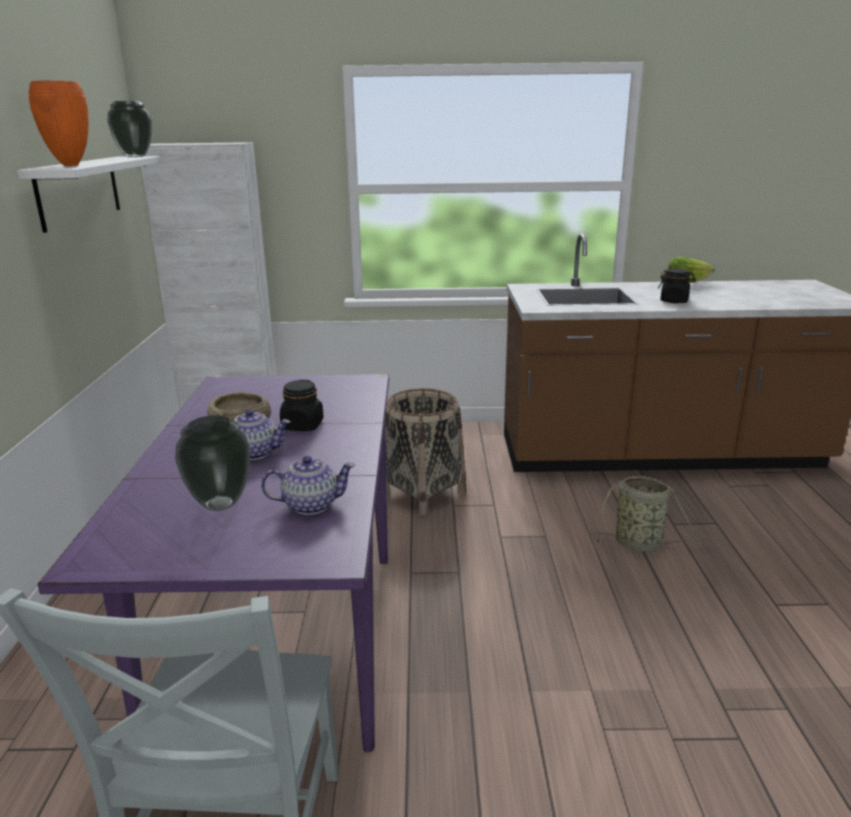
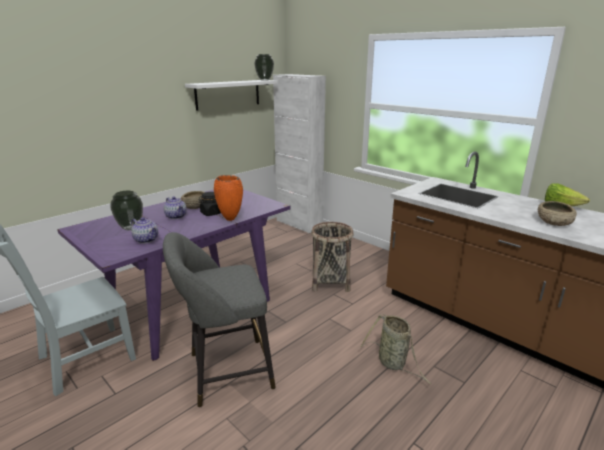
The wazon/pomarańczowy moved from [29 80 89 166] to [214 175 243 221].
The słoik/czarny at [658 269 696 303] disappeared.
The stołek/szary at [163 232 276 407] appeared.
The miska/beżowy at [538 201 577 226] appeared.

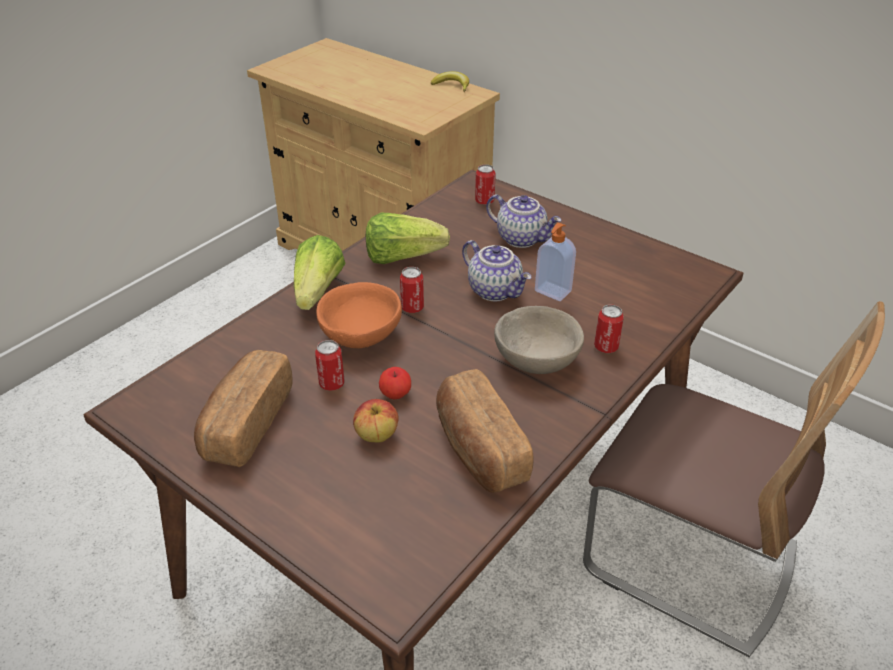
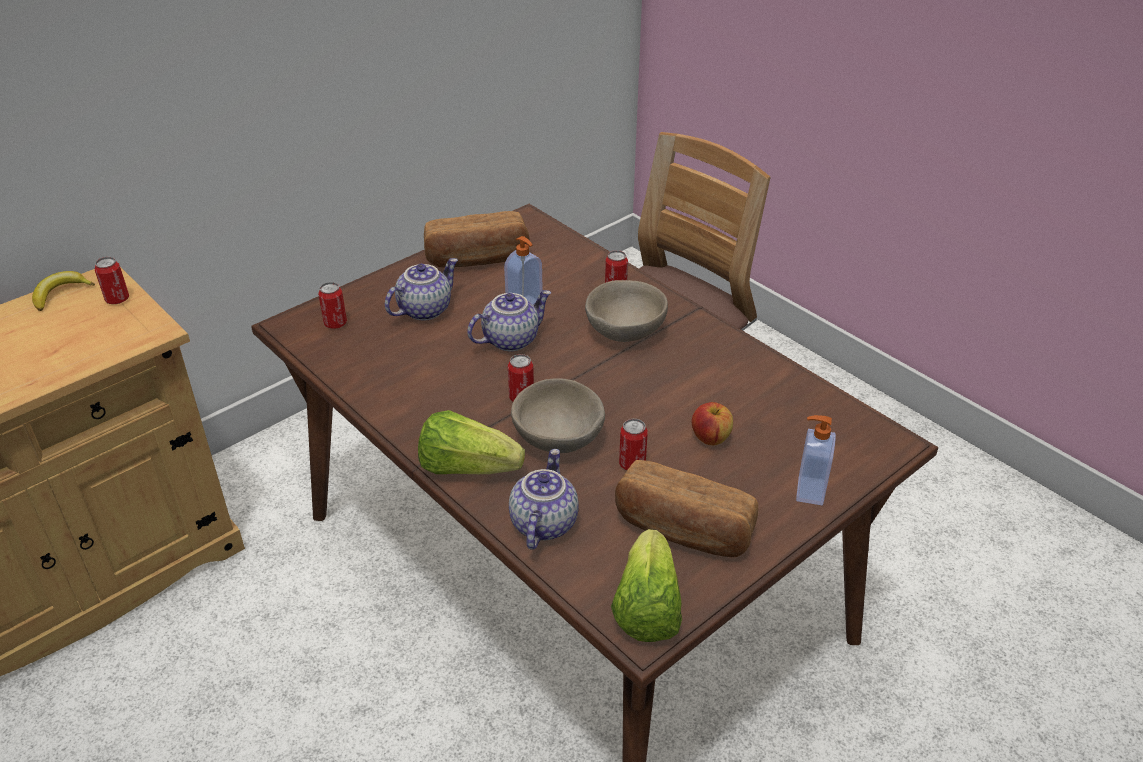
The miska/pomarańczowy at [316 282 402 348] became the miska/beżowy at [511 378 605 453].
The sałata moved from [366 213 450 264] to [611 529 682 642].
The jabłko at [379 367 411 399] disappeared.
The chleb moved from [436 369 534 493] to [424 211 530 267].
The puszka at [95 257 129 304] appeared.
The imbryk at [509 449 579 549] appeared.
The dozownik mydła at [796 415 836 505] appeared.

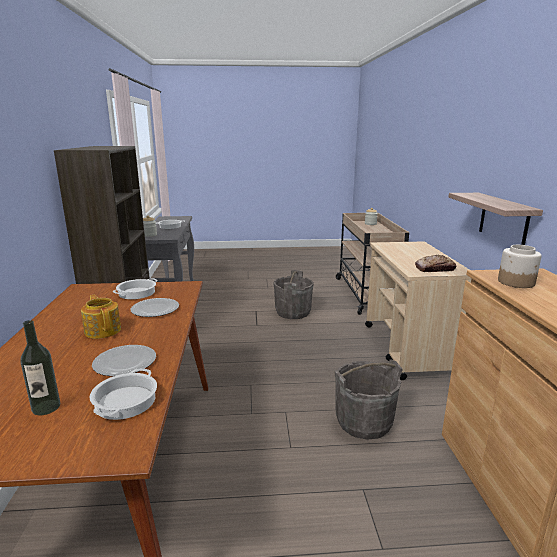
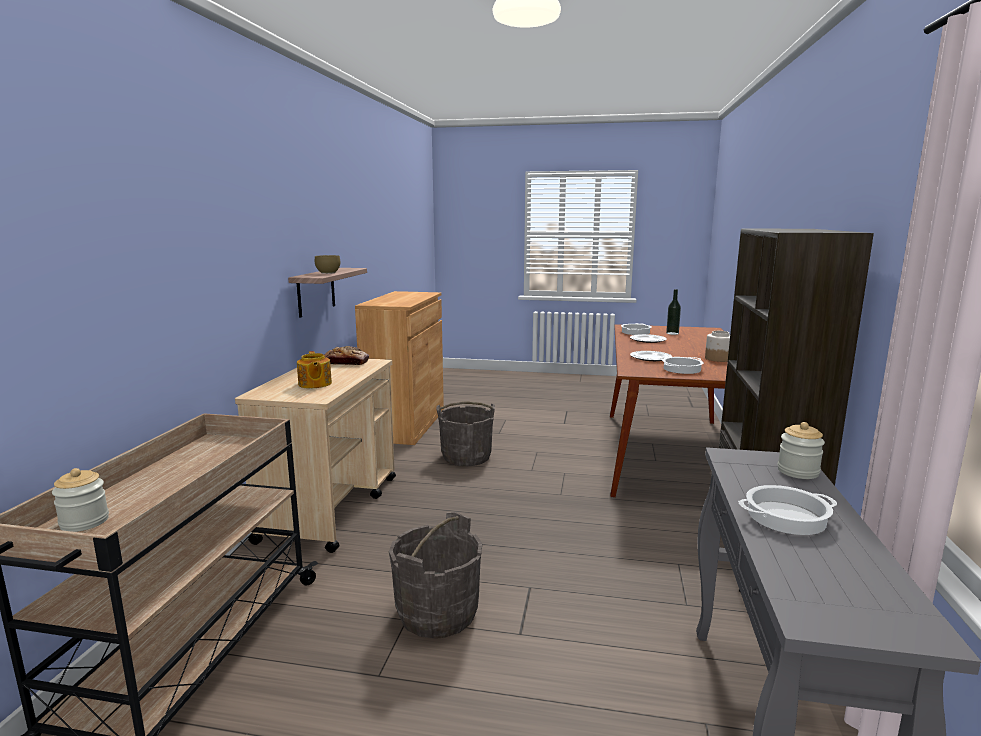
The imbryk moved from [81 295 121 339] to [297 351 332 388].
The słoik moved from [498 245 542 288] to [705 331 730 362].
The miska/brązowy at [315 255 340 274] appeared.

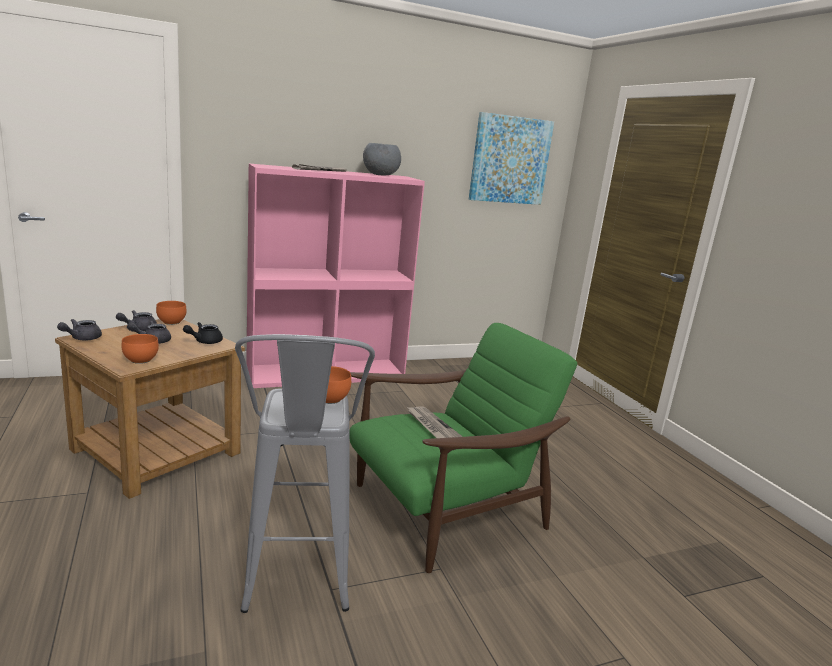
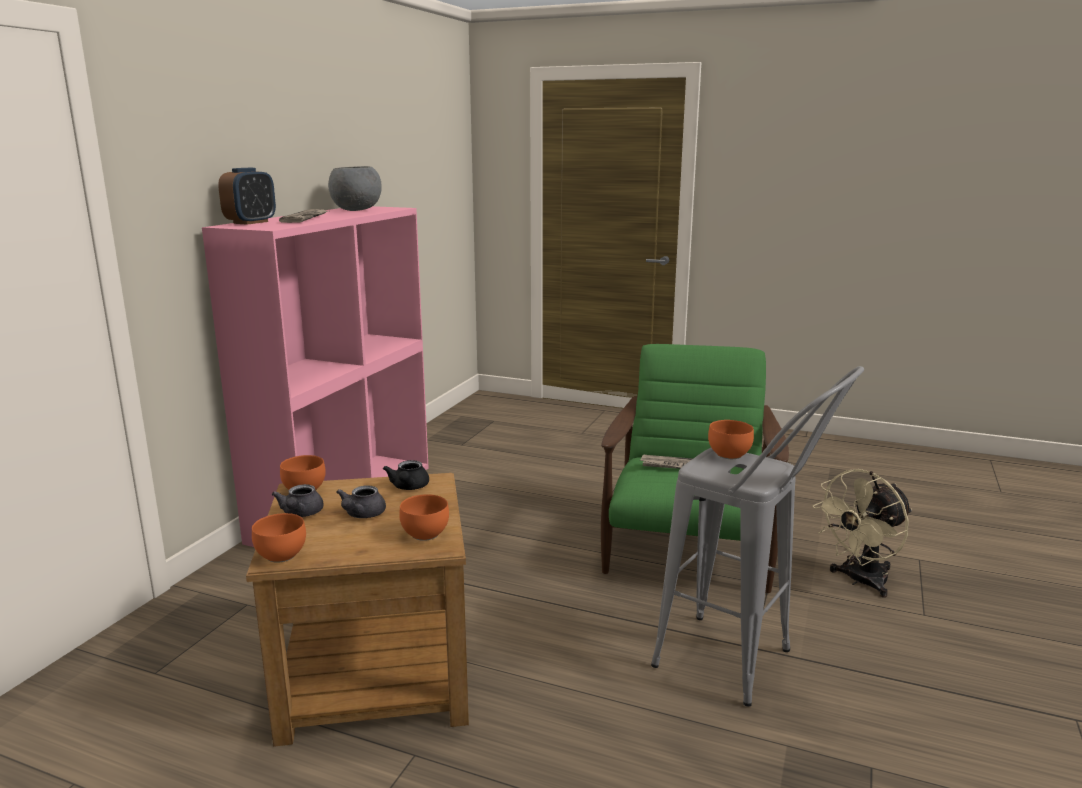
The imbryk/szary at [57 319 102 340] was replaced by the miska/pomarańczowy at [252 513 306 563].
The obraz at [469 112 554 205] disappeared.
The budzik at [218 168 276 225] appeared.
The wentylator/beżowy at [813 469 912 598] appeared.

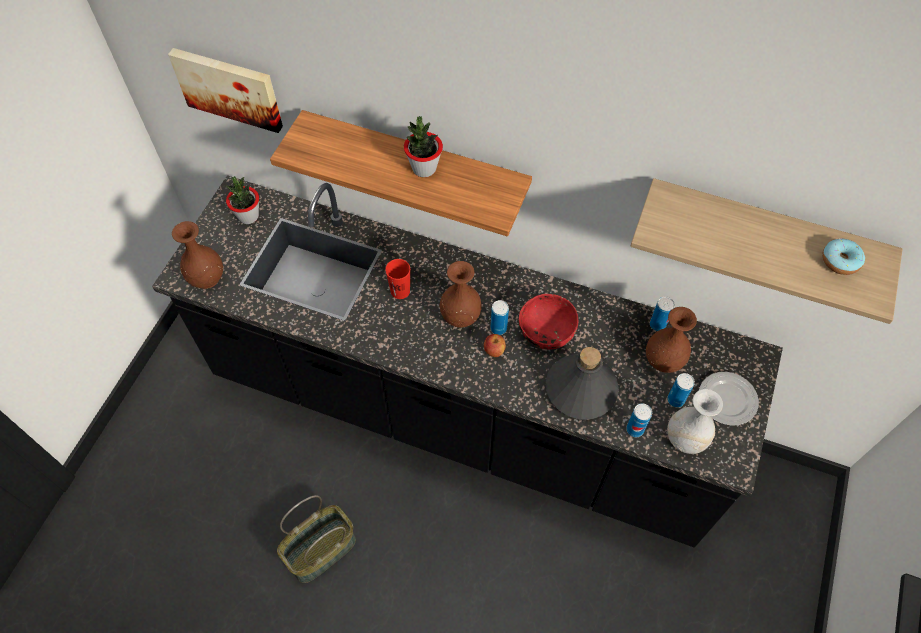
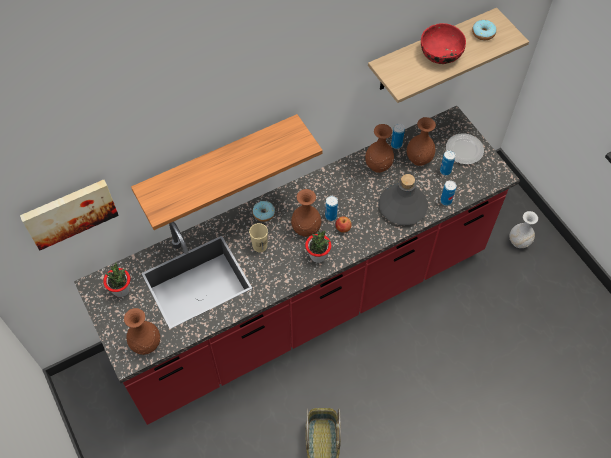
The zabudowa kuchenna/czarny at [152 175 783 548] became the zabudowa kuchenna/czerwony at [74 106 520 425].
The filiżanka/czerwony at [385 259 410 299] became the filiżanka/beżowy at [249 223 268 252].
The roślina doniczkowa moved from [404 116 443 177] to [305 230 331 263].
The miska/czerwony moved from [519 294 578 349] to [421 23 466 64].
The wazon/biały moved from [667 389 723 454] to [509 211 538 248].
The donut at [253 201 275 222] appeared.
The wazon/brązowy at [365 124 394 173] appeared.

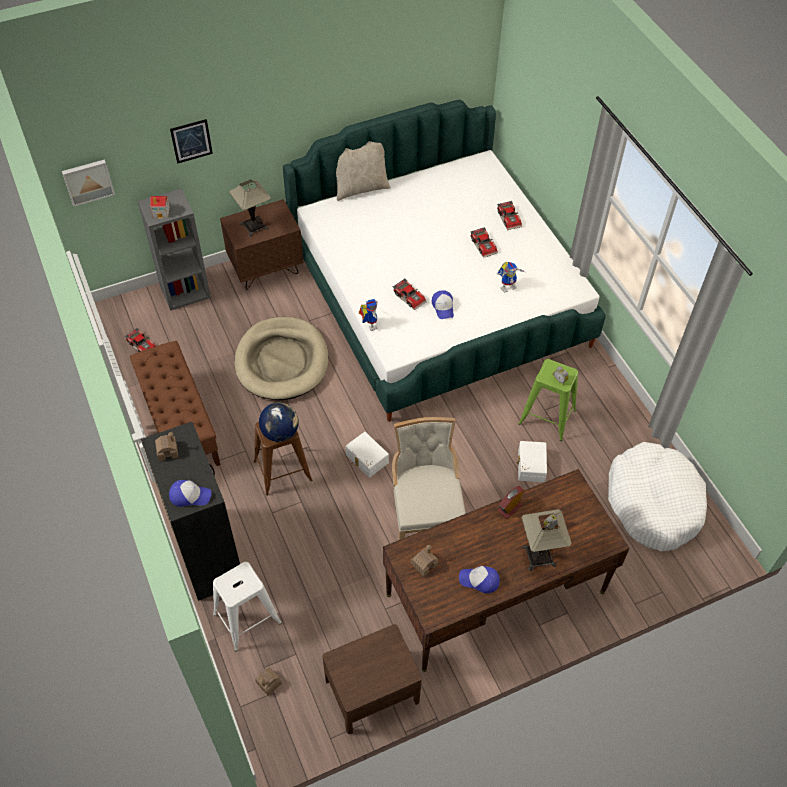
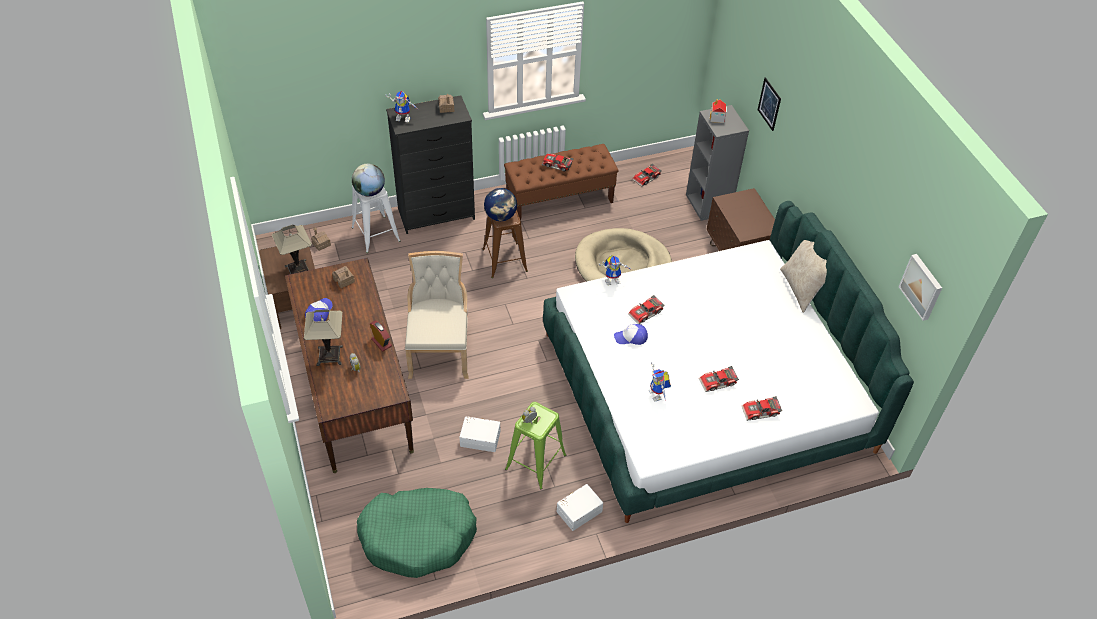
The obraz moved from [62 159 115 206] to [899 254 942 321].
The czapka z daszkiem at [169 480 211 507] was replaced by the robot zabawkowy at [385 91 420 122].
The lampa stołowa moved from [229 180 271 237] to [272 225 312 274].
The pojemnik do przechowywania/biały moved from [345 432 389 478] to [557 484 603 531].
The krzesło/beżowy at [392 417 466 540] turned 90 degrees counterclockwise.
The legowisko/biały at [608 442 707 551] became the legowisko/zielony at [357 488 477 578].
The globus at [352 164 385 196] appeared.
The samochodzik at [542 154 574 172] appeared.

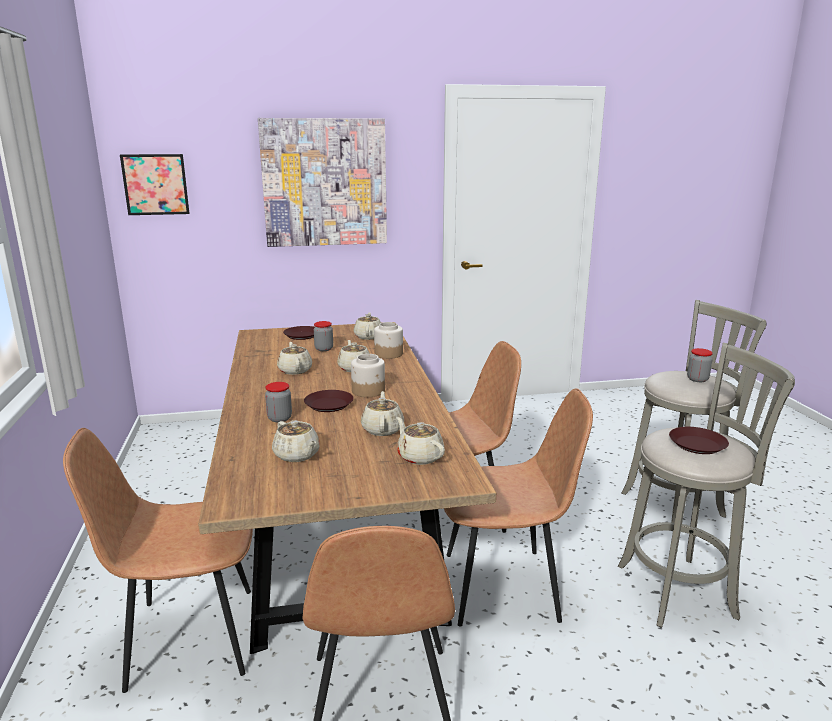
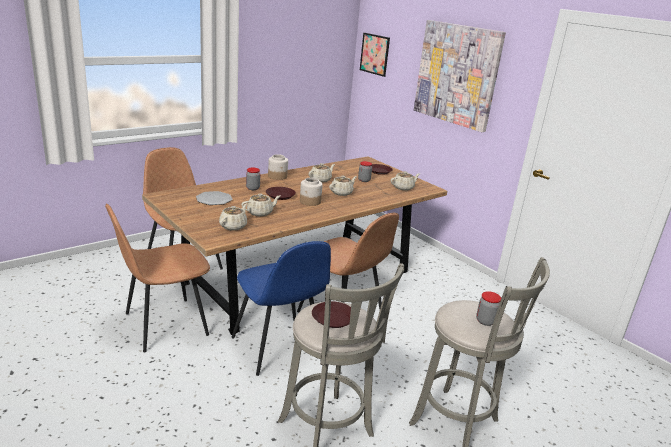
The imbryk/beżowy at [272 420 320 462] was replaced by the talerz at [196 191 232 205].
The słoik moved from [374 322 403 359] to [268 154 288 180].
The krzesło/brązowy at [444 388 593 627] became the krzesło/niebieski at [231 241 331 376].

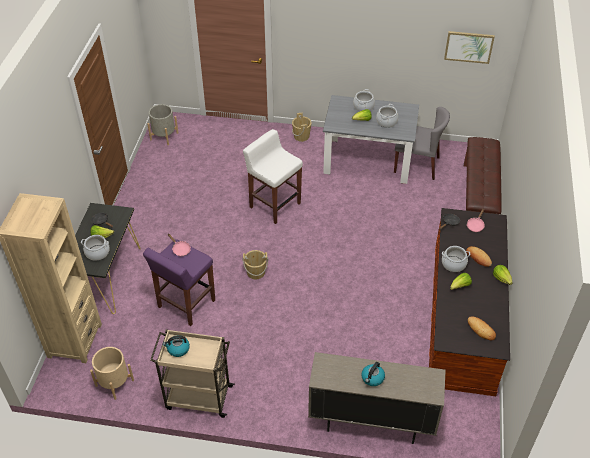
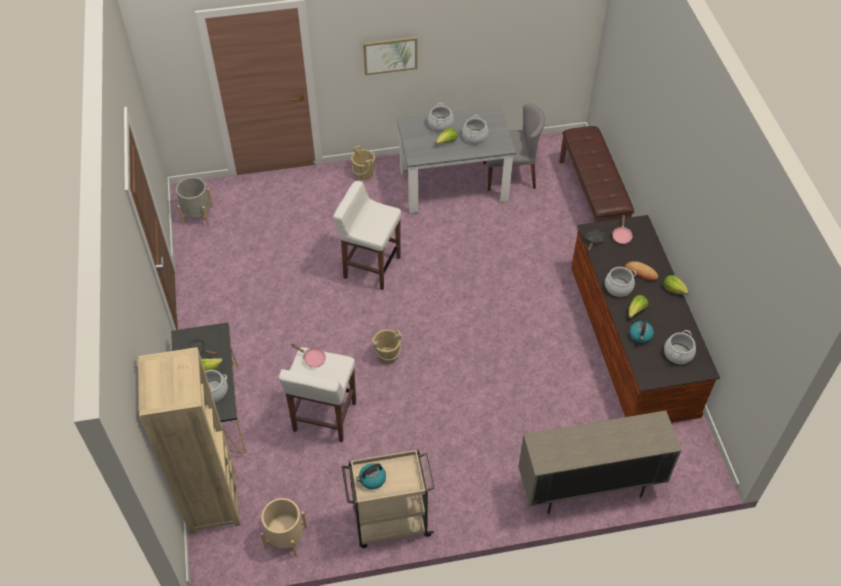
The stołek/fioletowy at [143 239 215 326] became the stołek/biały at [279 347 356 442].
The czajnik moved from [361 362 385 386] to [630 317 654 343].
The obraz moved from [444 31 495 64] to [363 36 417 75].
The chleb at [468 316 496 340] was replaced by the garnek at [664 330 696 364].

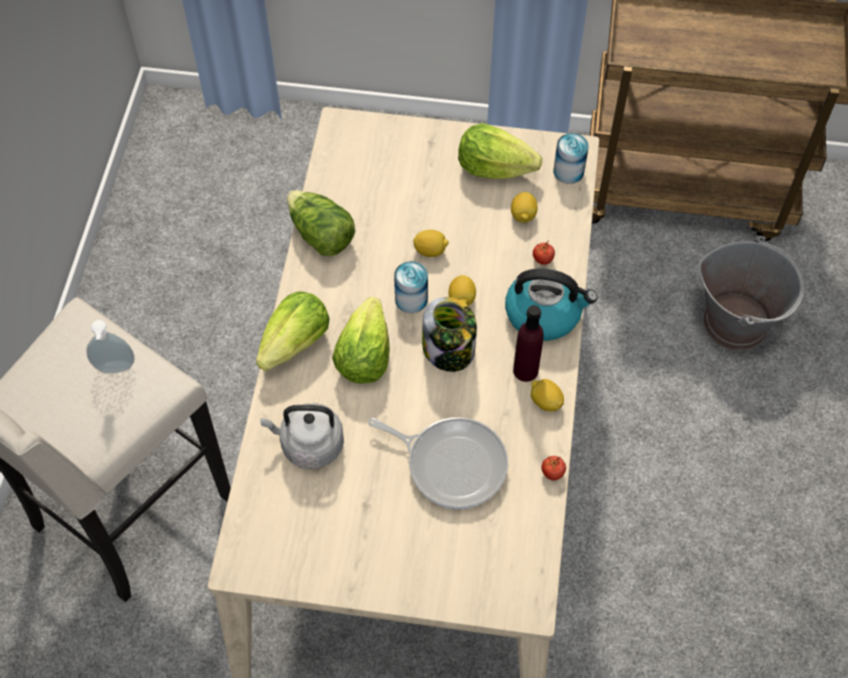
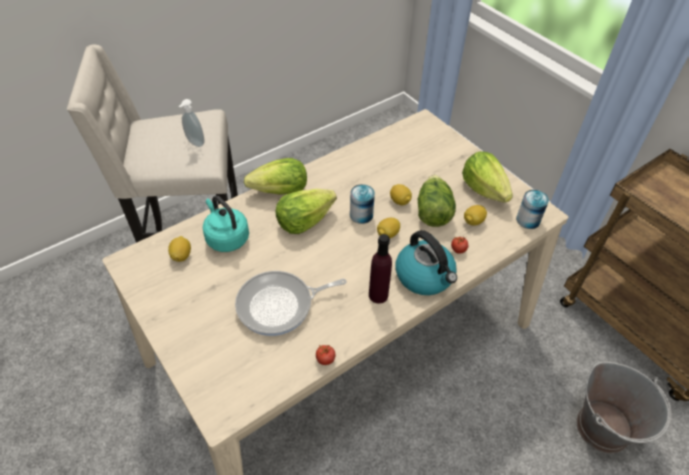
The czajnik/szary at [260 403 344 469] became the czajnik/turkusowy at [203 196 249 252].
The sałata moved from [287 190 355 256] to [418 174 456 227].
The patelnia at [368 417 508 509] turned 90 degrees clockwise.
The słoik at [422 297 477 372] disappeared.
The cytryna moved from [531 379 564 412] to [168 236 191 262].

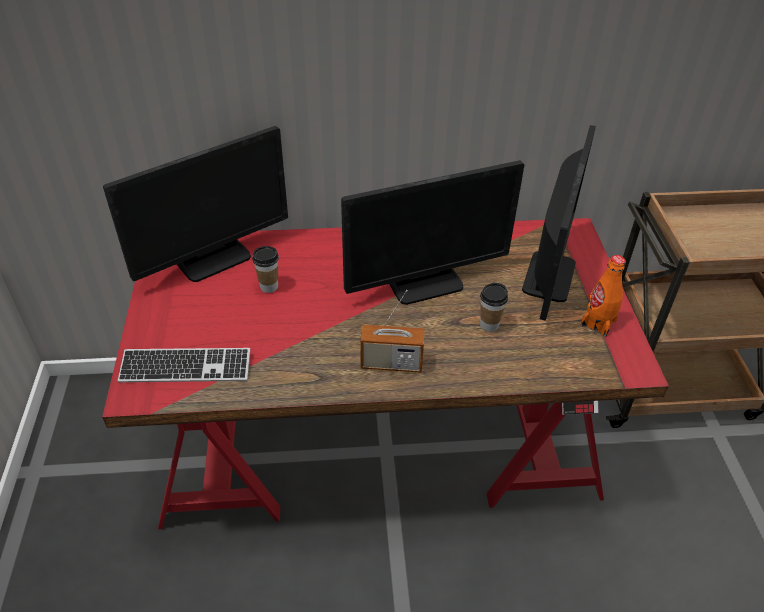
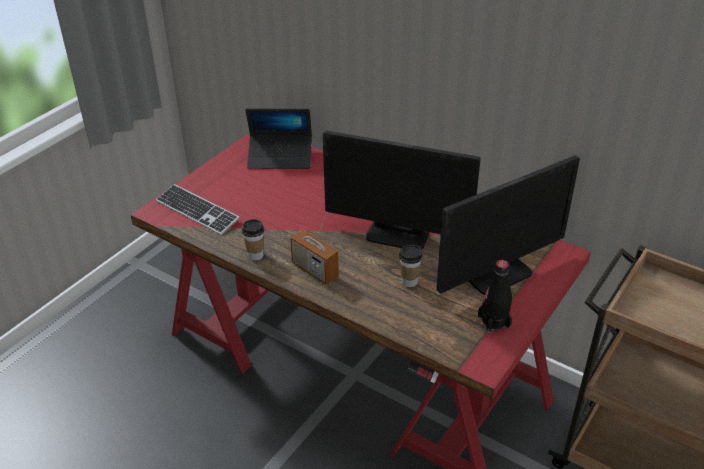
The monitor at [103 126 288 282] was replaced by the laptop at [245 109 312 169].
The filiżanka moved from [252 246 279 293] to [242 219 264 260].
The butelka/pomarańczowy at [581 255 626 337] became the butelka/czarny at [478 260 512 333].

